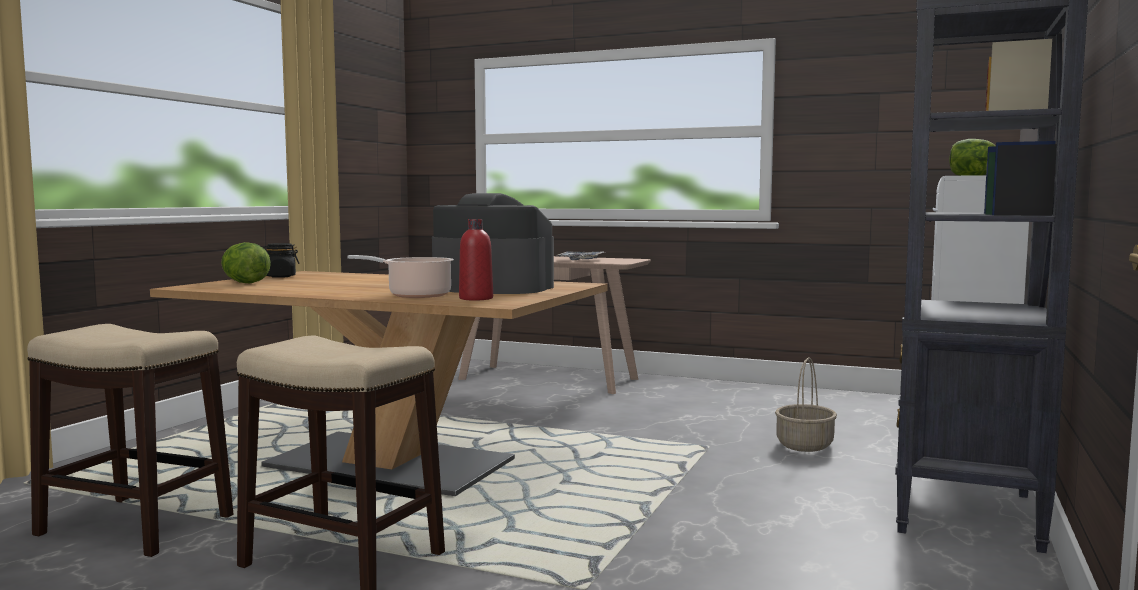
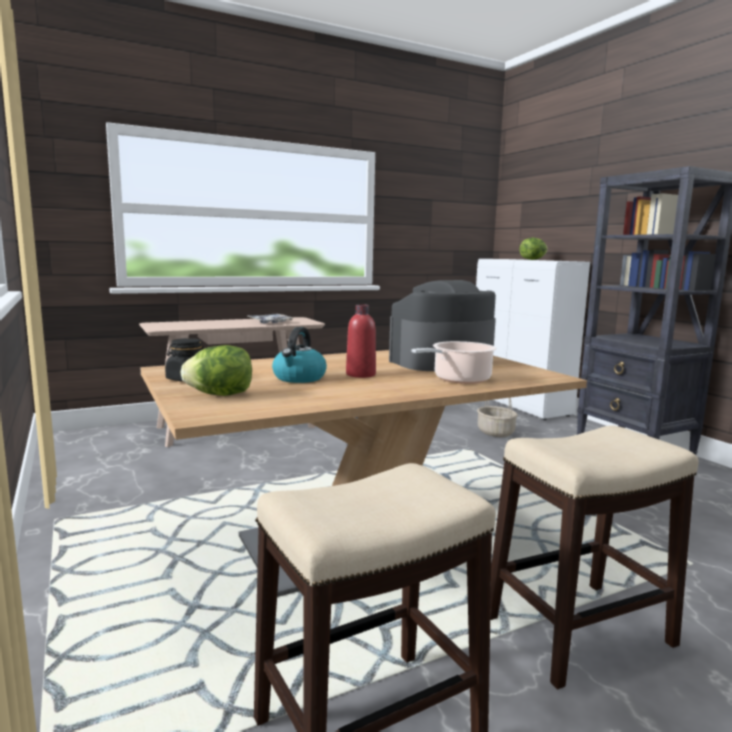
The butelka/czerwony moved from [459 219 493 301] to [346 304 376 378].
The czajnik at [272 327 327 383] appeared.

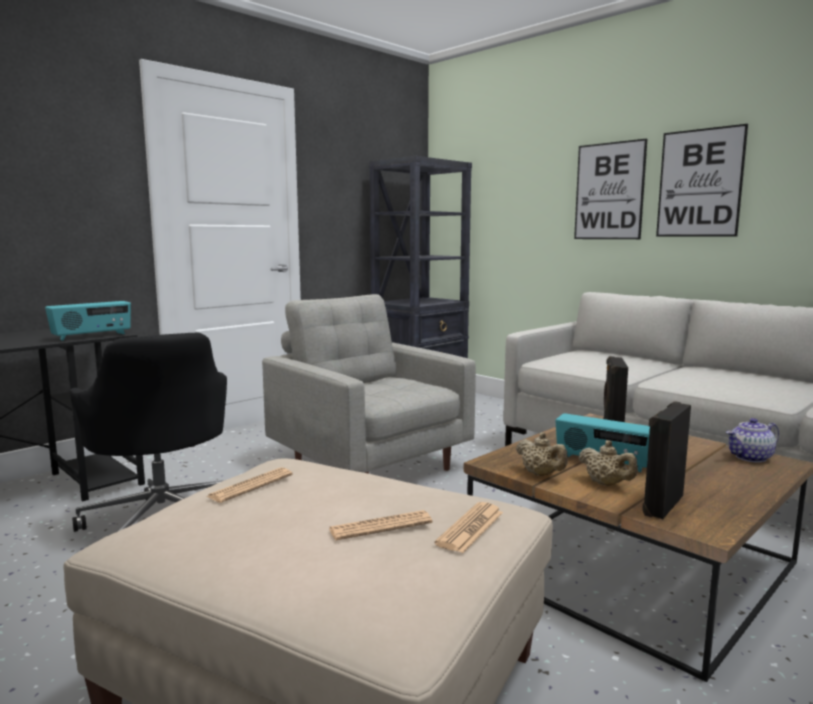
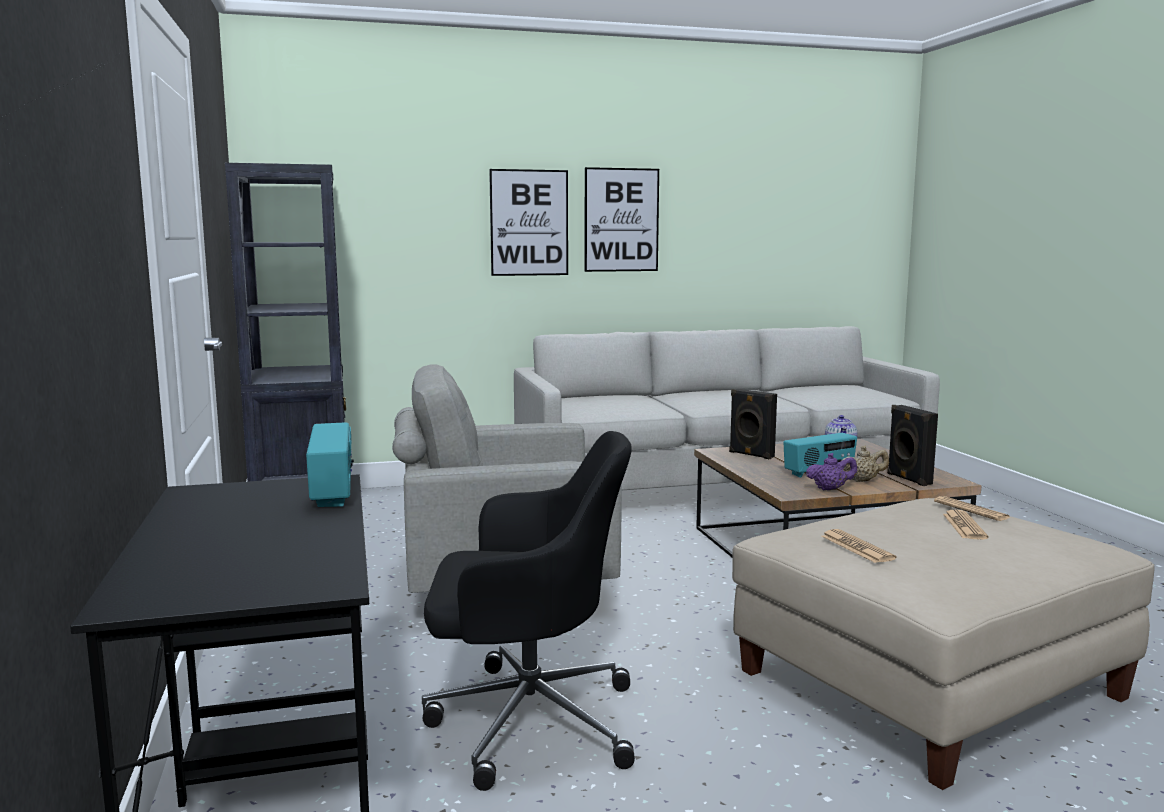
The imbryk/beżowy at [516 432 568 476] became the imbryk/fioletowy at [806 453 857 491].

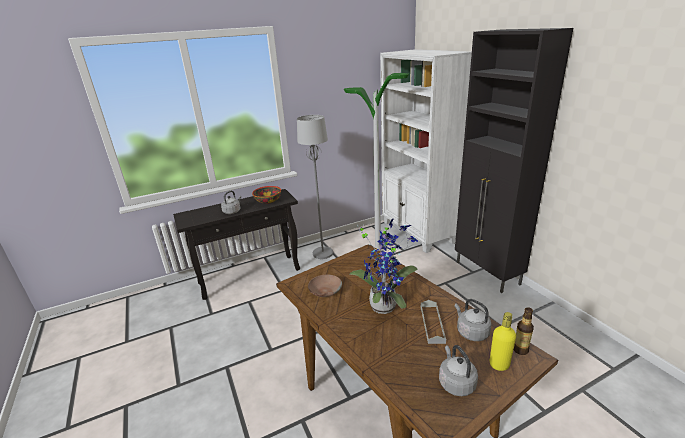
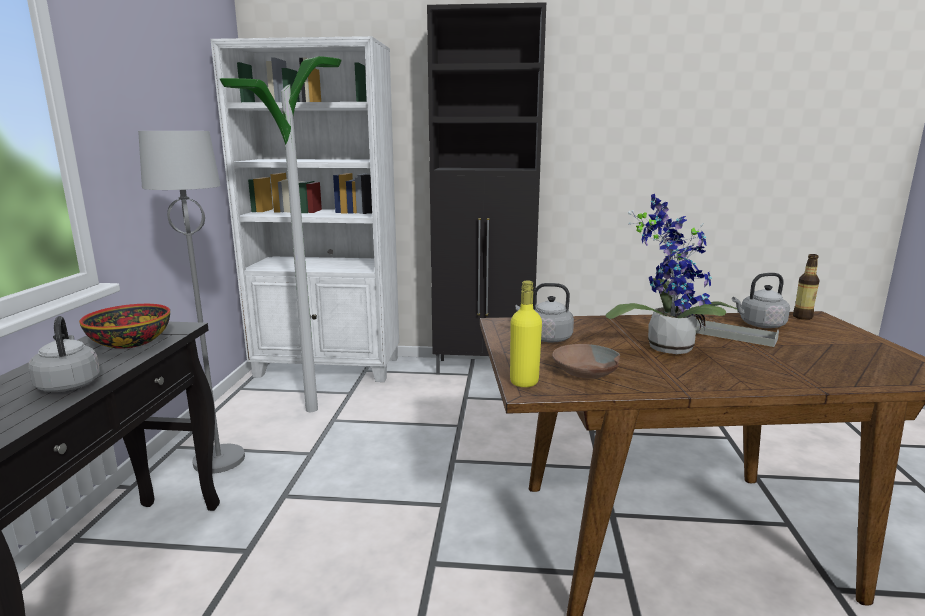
The czajnik/szary moved from [439 345 478 396] to [516 283 574 342].
The butelka/żółty moved from [490 312 516 371] to [510 281 542 387].

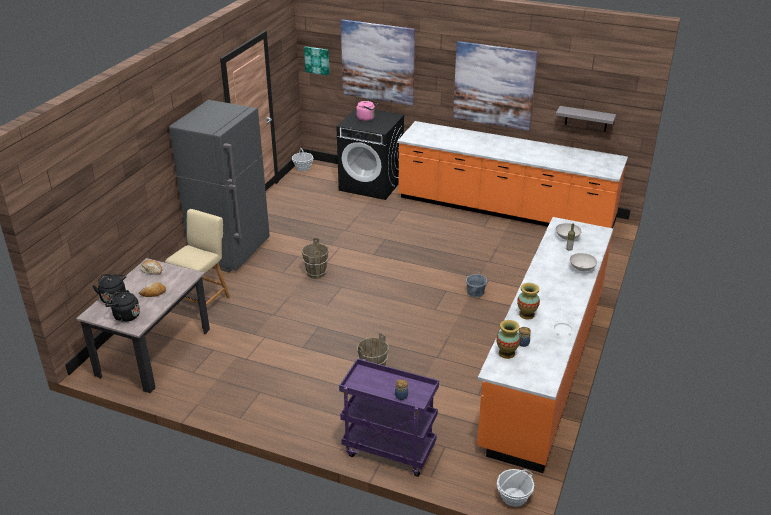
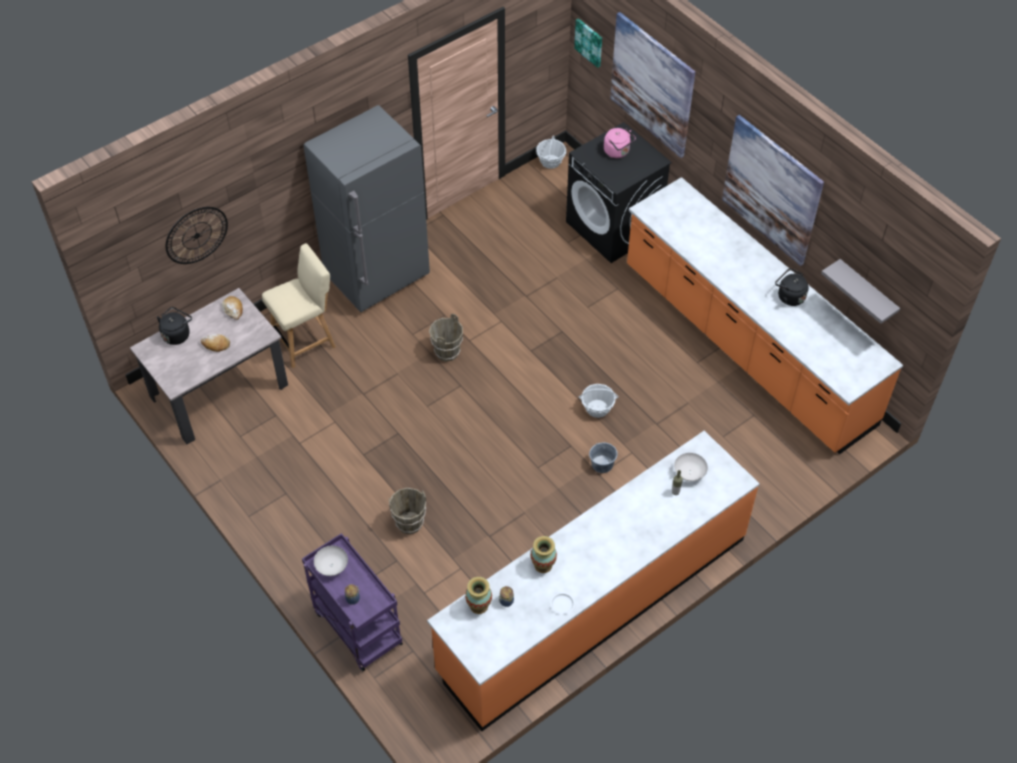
The czajnik/czarny moved from [105 290 140 322] to [775 268 808 306].
The koszyk moved from [497 469 534 507] to [579 384 619 418].
The miska/biały moved from [570 253 597 271] to [314 546 348 576].
The zegar ścienny at [166 207 228 264] appeared.

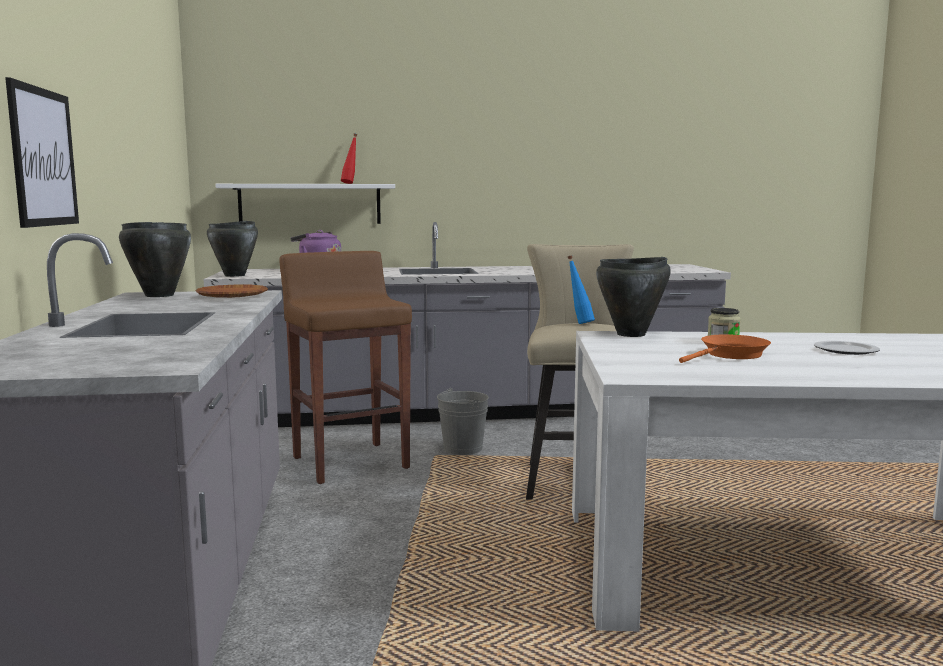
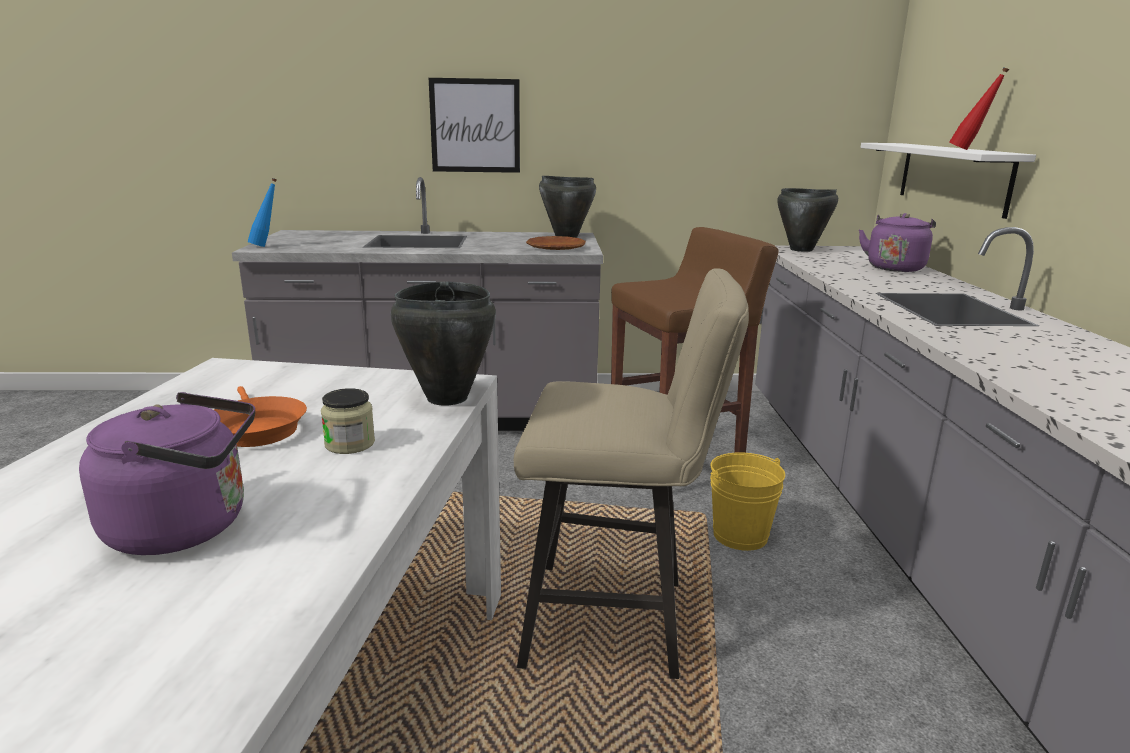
The wiadro/szary at [437 388 489 455] became the wiadro/żółty at [710 452 785 551].
The butelka/niebieski moved from [568 256 595 324] to [248 178 277 247].
The talerz at [814 341 880 355] was replaced by the czajnik/fioletowy at [79 392 255 555].

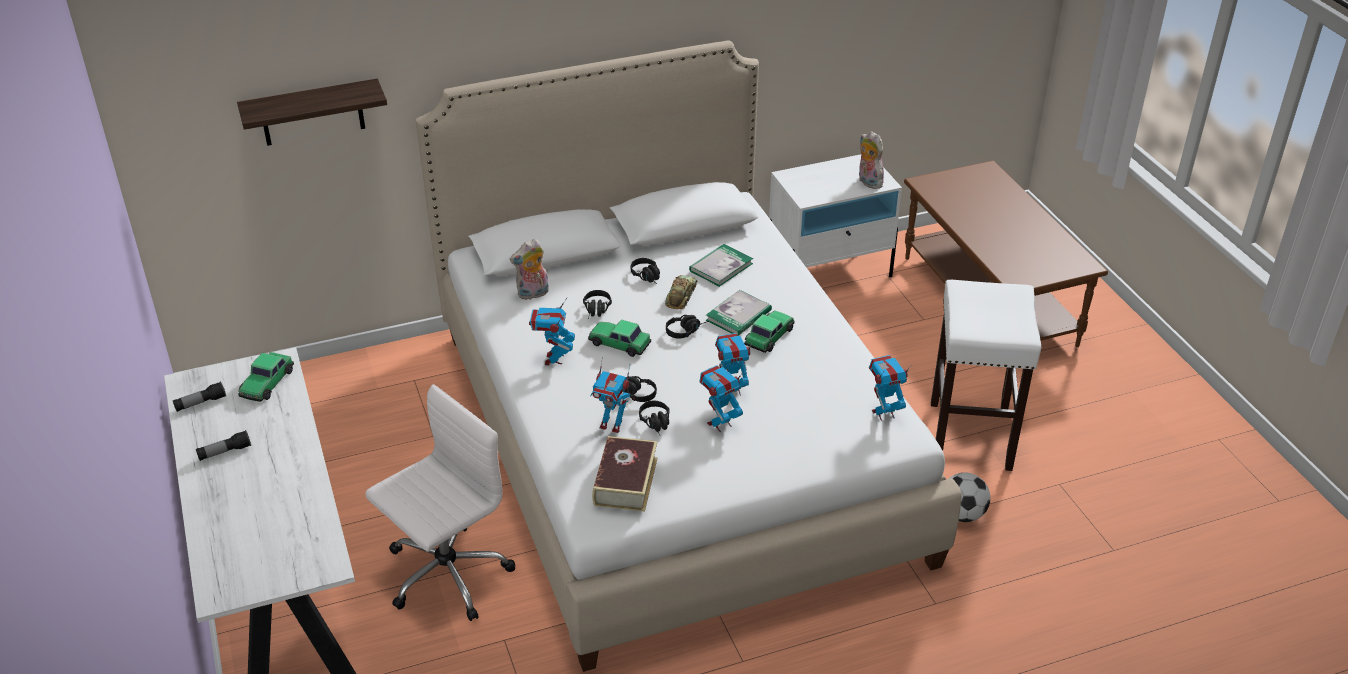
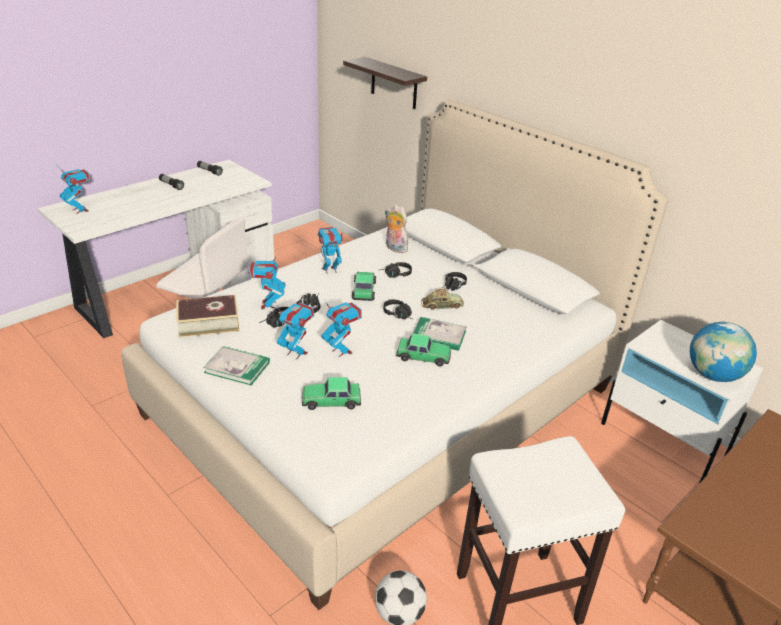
The samochodzik moved from [238 352 294 402] to [302 377 361 410].
The książka moved from [689 244 753 287] to [203 346 270 385].
The pluszak at [859 131 884 189] was replaced by the globus at [690 322 757 382].
The robot zabawkowy moved from [869 355 911 421] to [60 169 90 214].

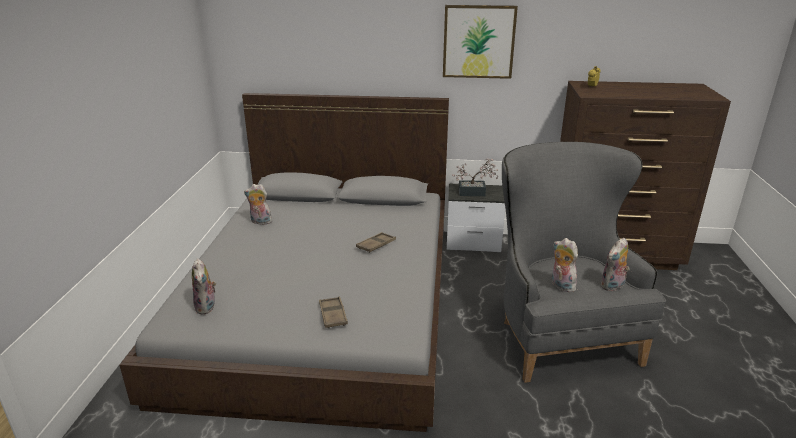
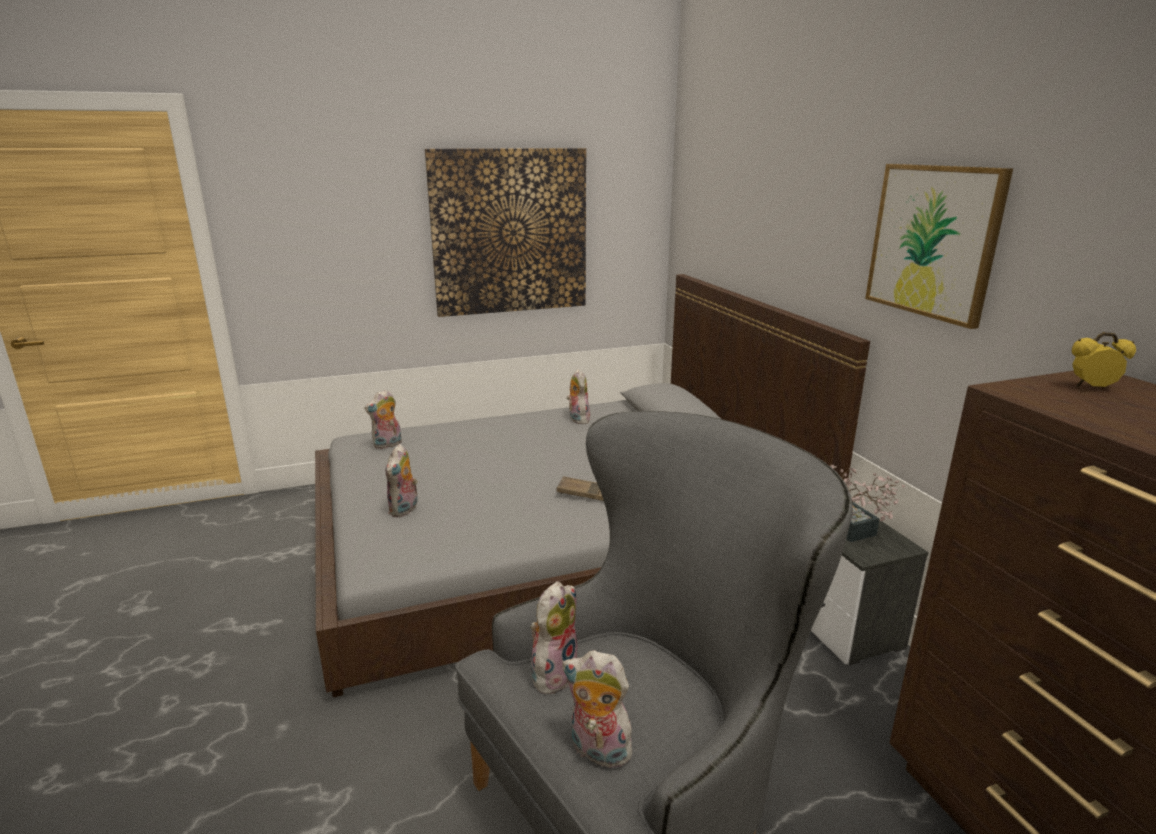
The taca/brązowy at [319 297 348 328] was replaced by the pluszak at [386 444 418 517].
The obraz at [425 148 586 317] appeared.

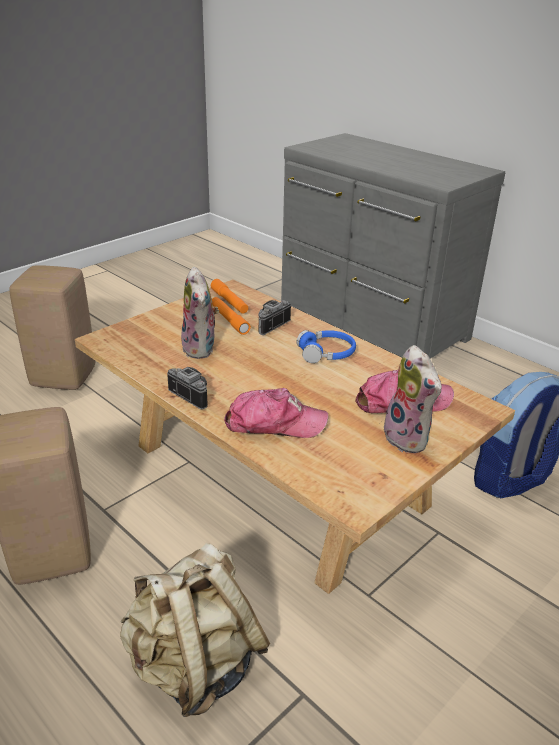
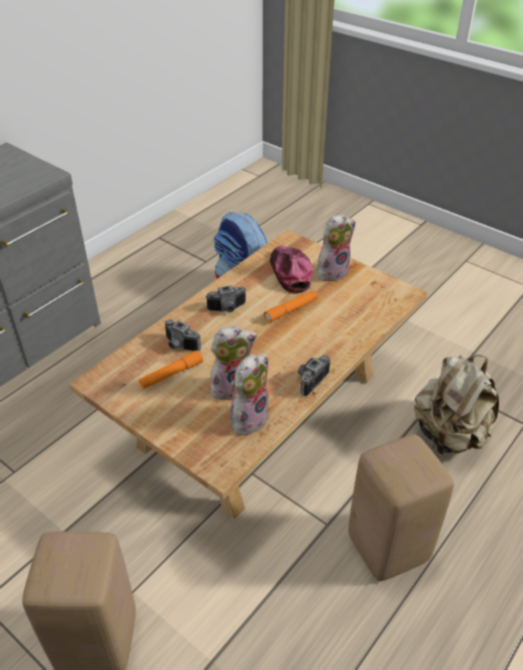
The latarka/pomarańczowy moved from [211 279 248 313] to [264 290 318 323].
The czapka z daszkiem at [224 388 328 438] disappeared.
The słuchawki/niebieski at [297 330 356 363] was replaced by the aparat fotograficzny at [205 285 246 313].
The pluszak at [230 354 269 435] appeared.

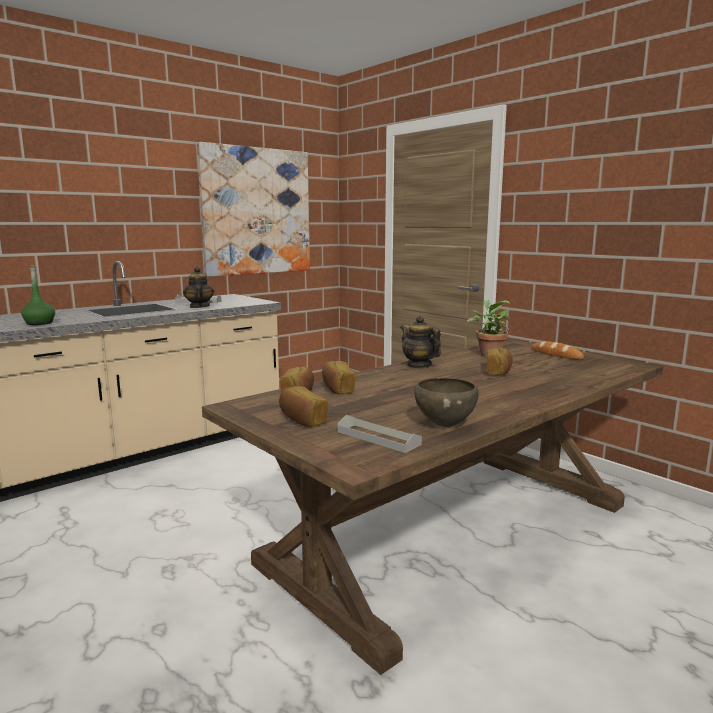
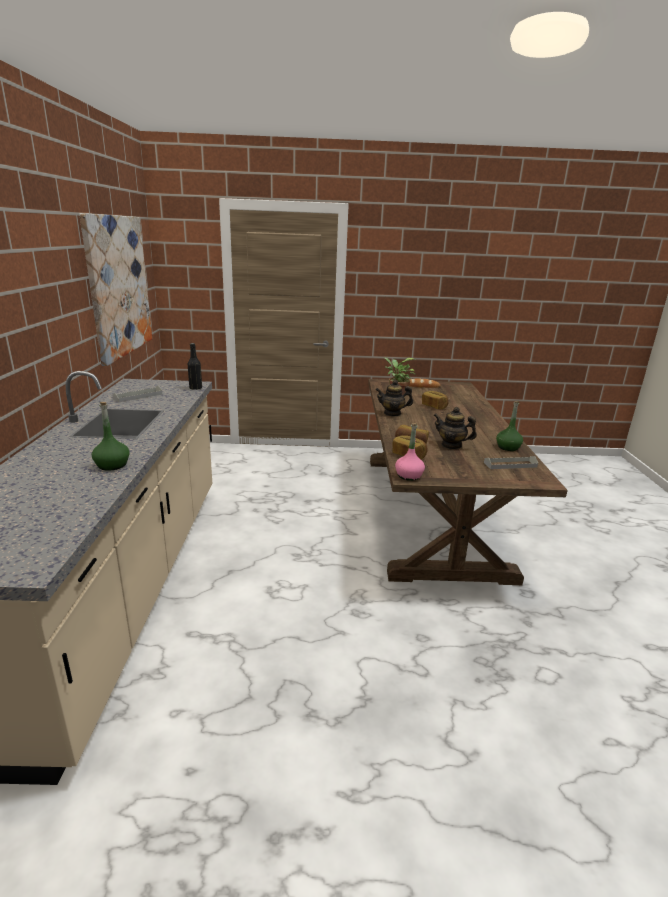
The imbryk moved from [183 267 214 308] to [434 407 477 449].
The chleb at [279 386 328 427] disappeared.
The miska/brązowy at [415 378 479 427] was replaced by the butelka/zielony at [496 401 523 451].
The butelka/czarny at [188 343 202 390] appeared.
The butelka/różowy at [395 423 425 481] appeared.

